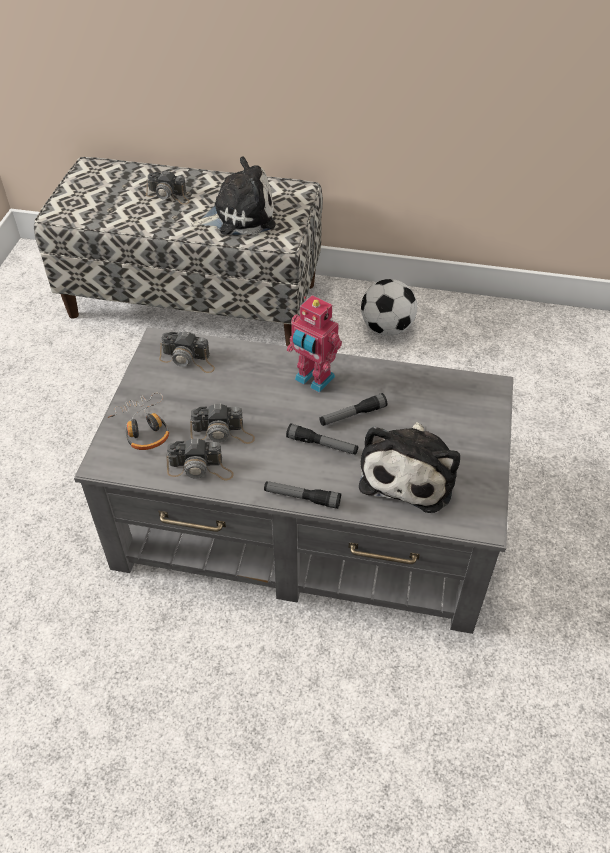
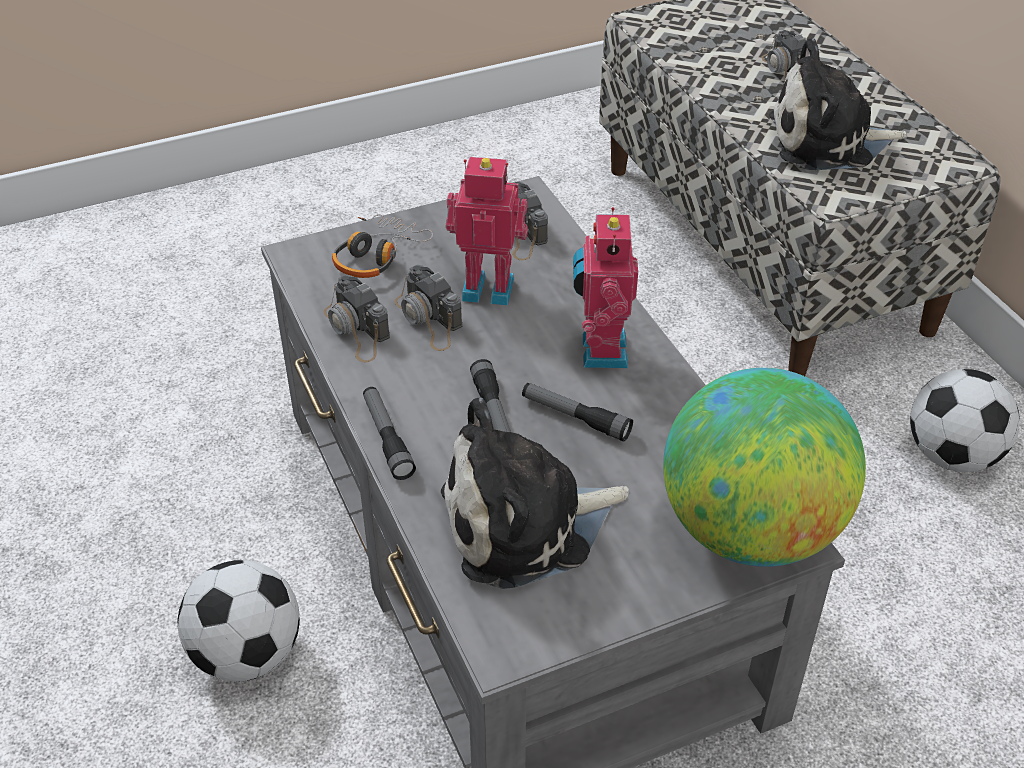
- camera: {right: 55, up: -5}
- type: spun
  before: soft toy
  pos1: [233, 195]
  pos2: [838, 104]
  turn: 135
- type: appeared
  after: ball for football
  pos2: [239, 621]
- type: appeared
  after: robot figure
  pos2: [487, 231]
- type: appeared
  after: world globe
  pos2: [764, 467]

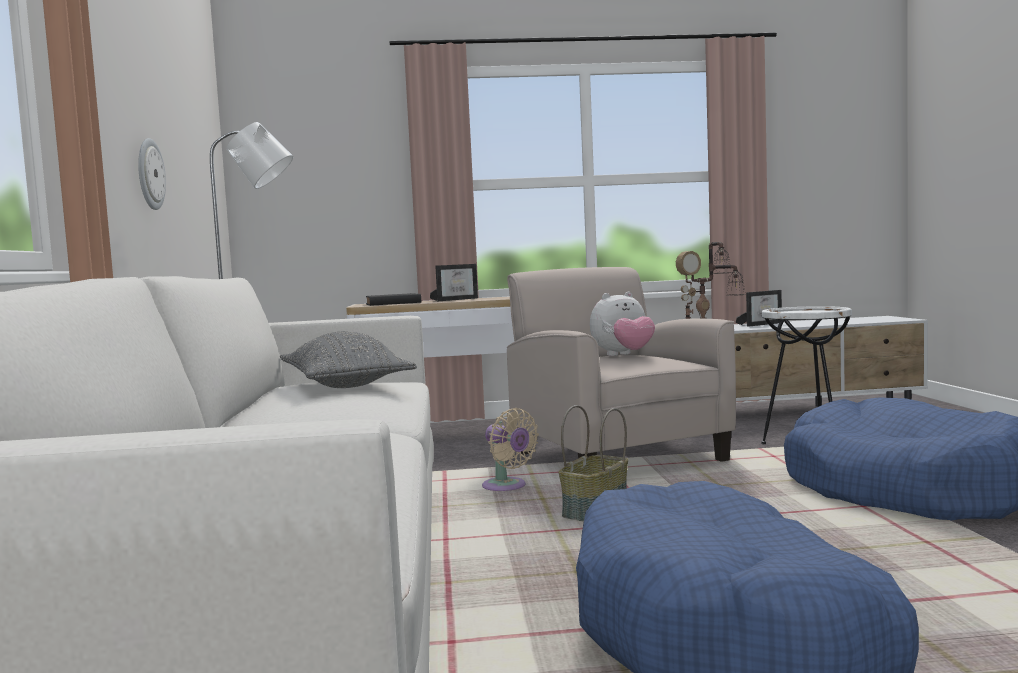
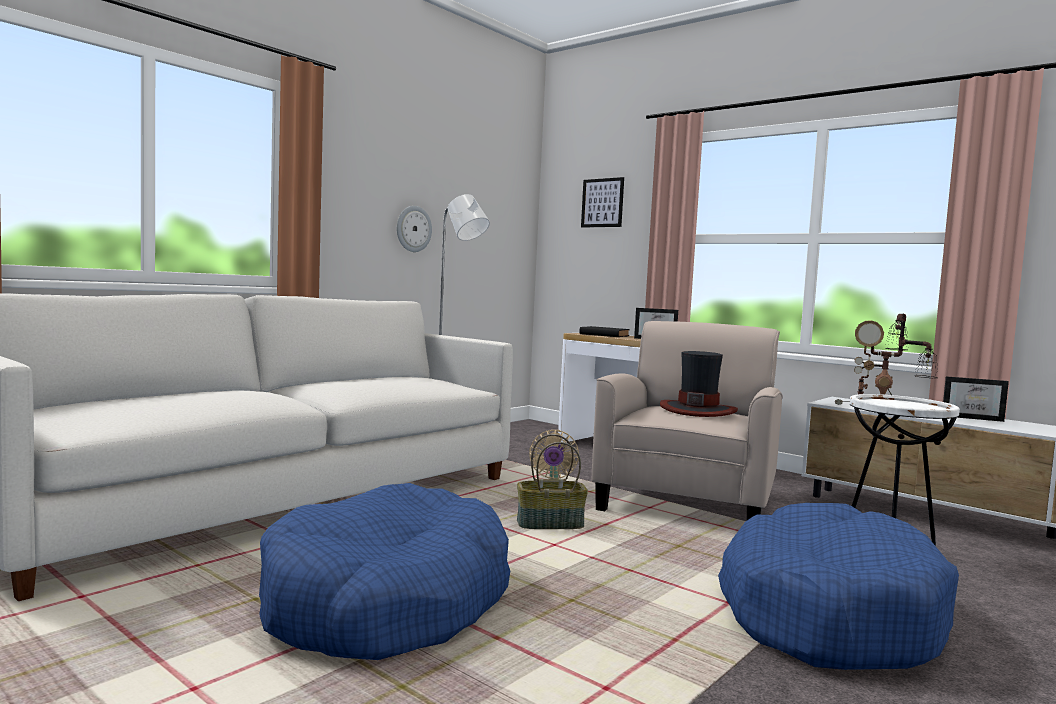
- camera: {right: 45, up: 0}
- type: missing
  before: cushion (greyish)
  pos1: [348, 360]
- type: exchanged
  before: soft toy
  after: wearable hat
  pos1: [622, 324]
  pos2: [699, 384]
- type: appeared
  after: wall art
  pos2: [602, 202]

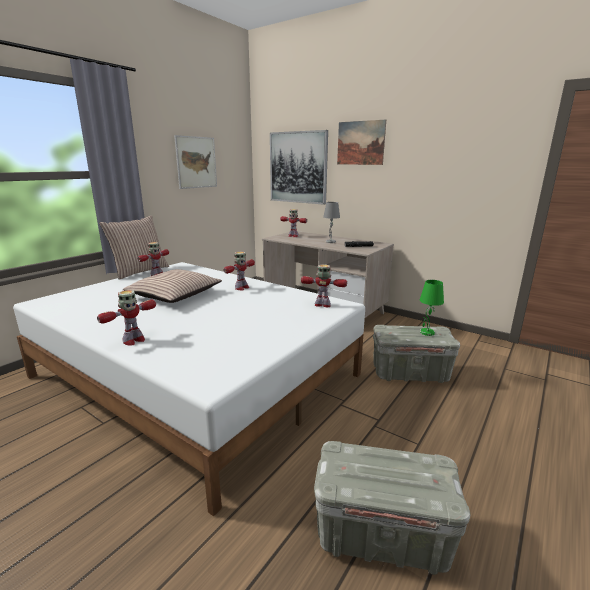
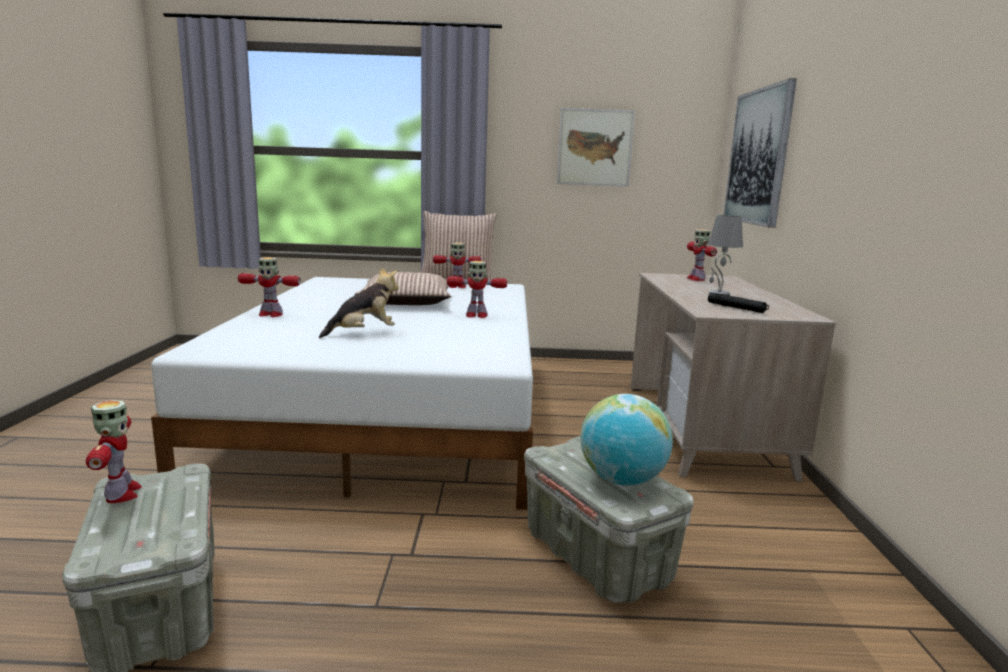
- camera: {right: 55, up: -5}
- type: relocated
  before: robot figure
  pos1: [324, 285]
  pos2: [114, 451]
- type: missing
  before: wall art
  pos1: [361, 142]
- type: exchanged
  before: table lamp (greenish)
  after: world globe
  pos1: [431, 308]
  pos2: [626, 440]
- type: appeared
  after: soft toy
  pos2: [359, 302]

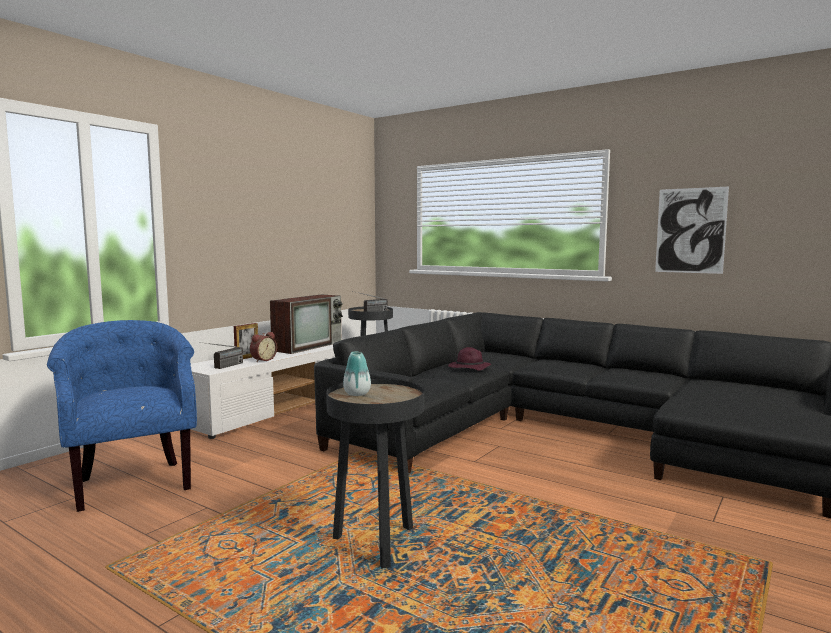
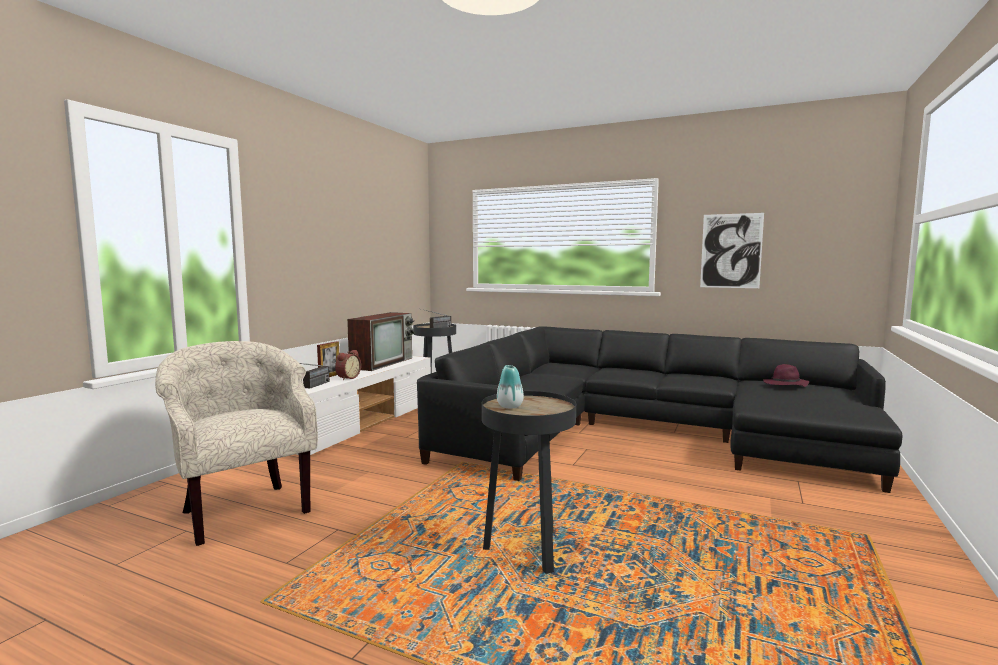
- camera: {right: -10, up: 0}
- type: colour
  before: lounge chair (blue)
  after: lounge chair (beige)
  pos1: [122, 416]
  pos2: [236, 443]
- type: relocated
  before: wearable hat (purplish)
  pos1: [469, 359]
  pos2: [786, 375]

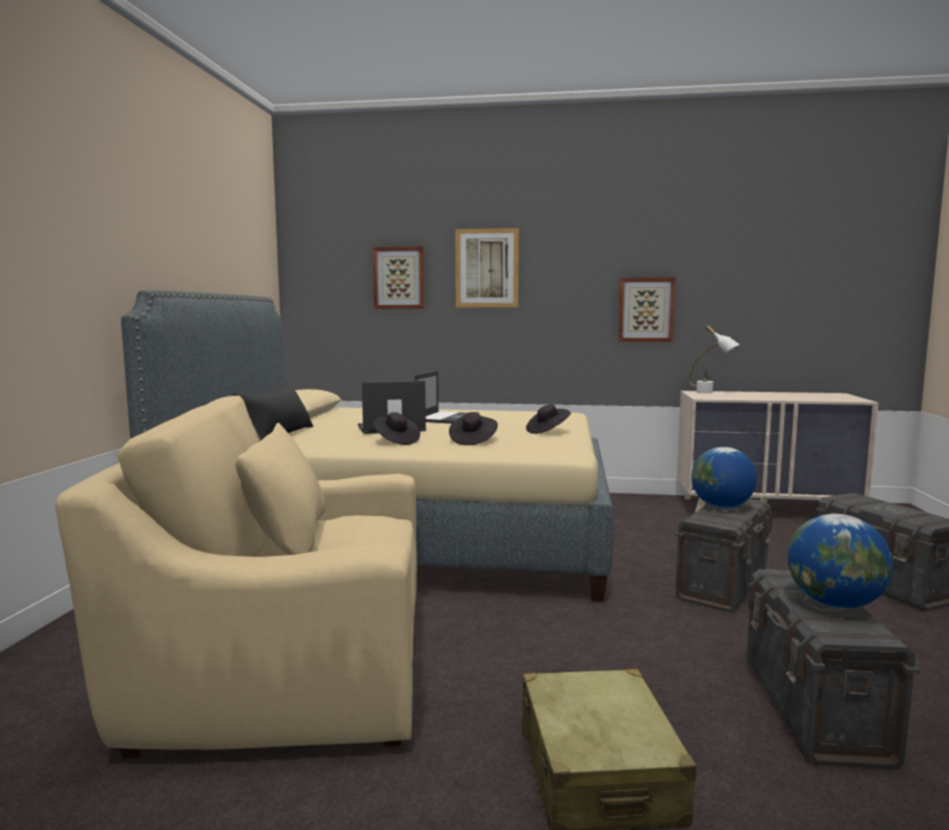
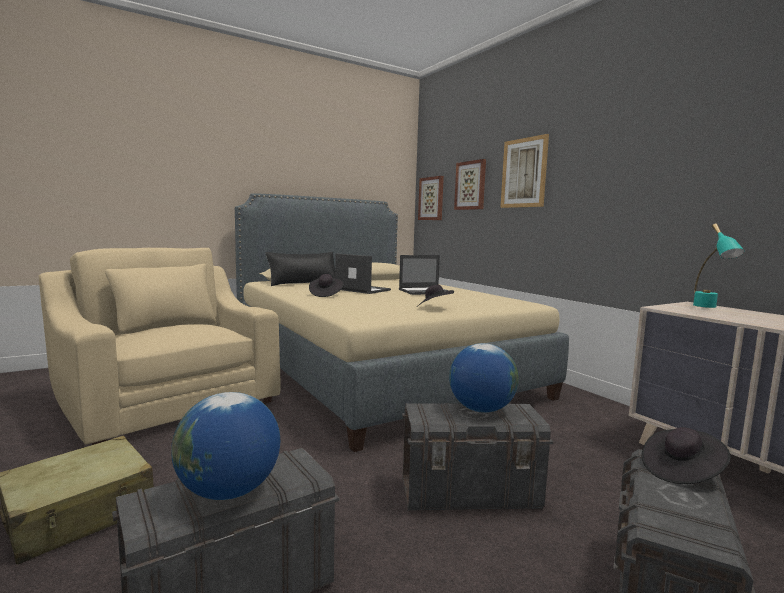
- camera: {right: 50, up: 0}
- type: relocated
  before: wearable hat (black)
  pos1: [473, 428]
  pos2: [686, 455]
- type: relocated
  before: wall art
  pos1: [647, 309]
  pos2: [431, 198]
- type: colour
  before: table lamp (whitish)
  after: table lamp (turquoise-coloured)
  pos1: [715, 359]
  pos2: [719, 265]

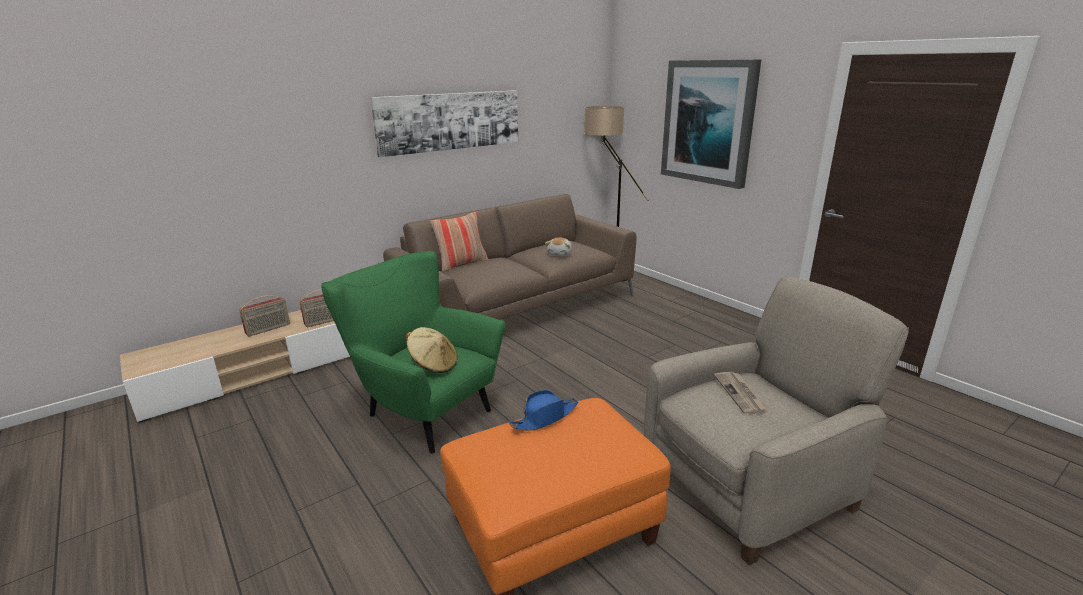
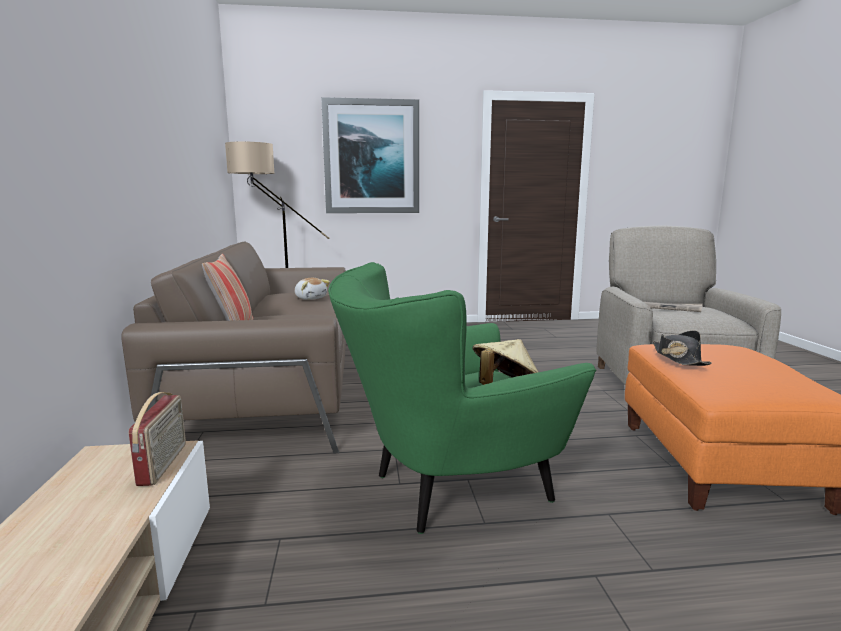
- camera: {right: -60, up: -10}
- type: missing
  before: radio receiver
  pos1: [264, 315]
- type: missing
  before: wall art
  pos1: [444, 123]
- type: colour
  before: wearable hat (blue)
  after: wearable hat (black)
  pos1: [543, 410]
  pos2: [682, 348]

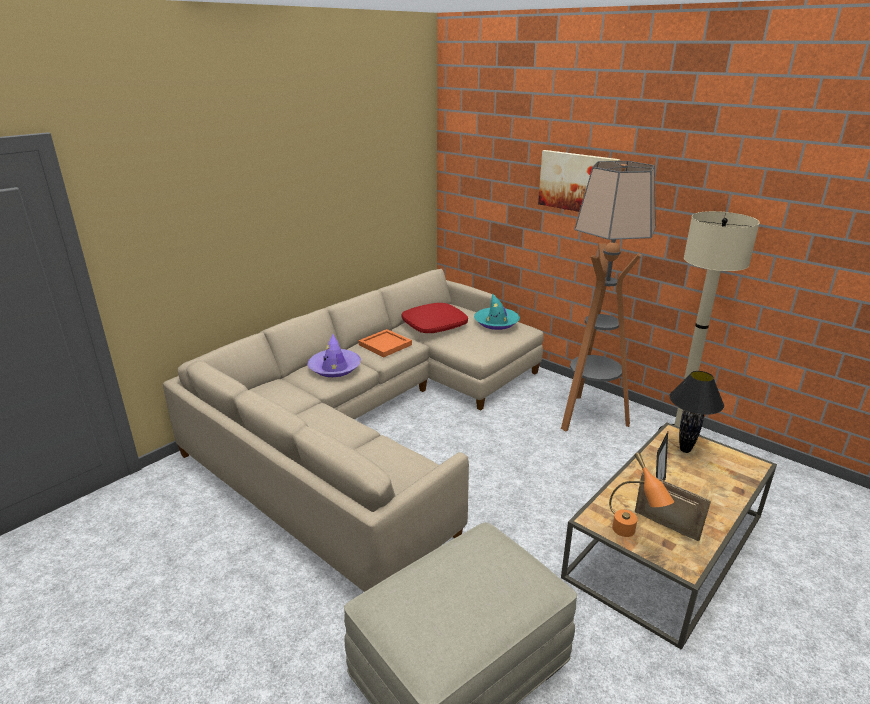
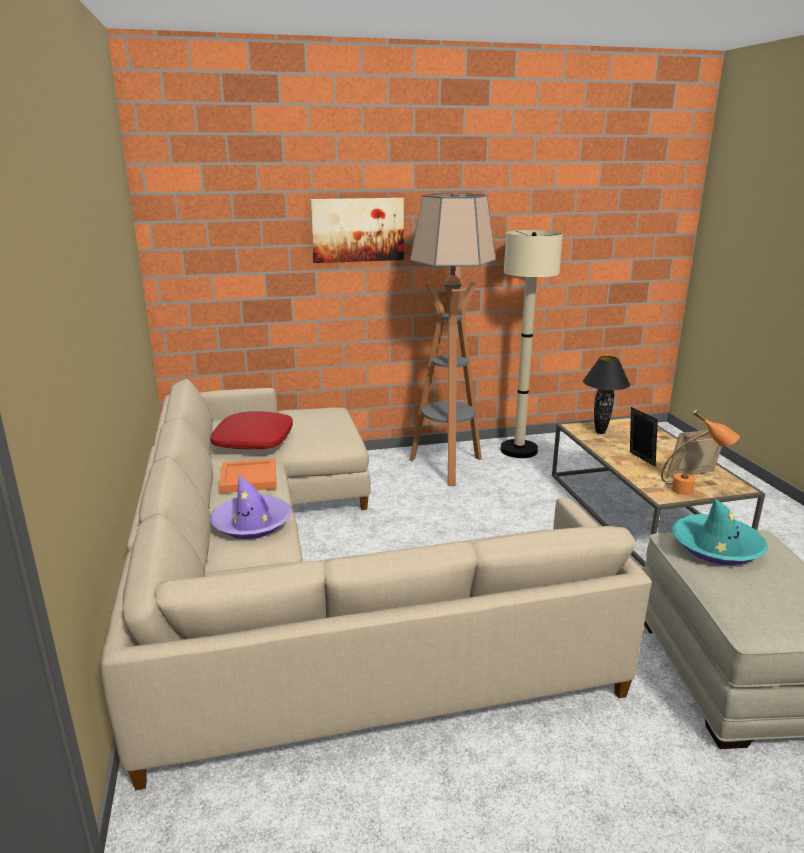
- camera: {right: -55, up: -5}
- type: relocated
  before: wearable hat (turquoise-coloured)
  pos1: [497, 312]
  pos2: [720, 532]

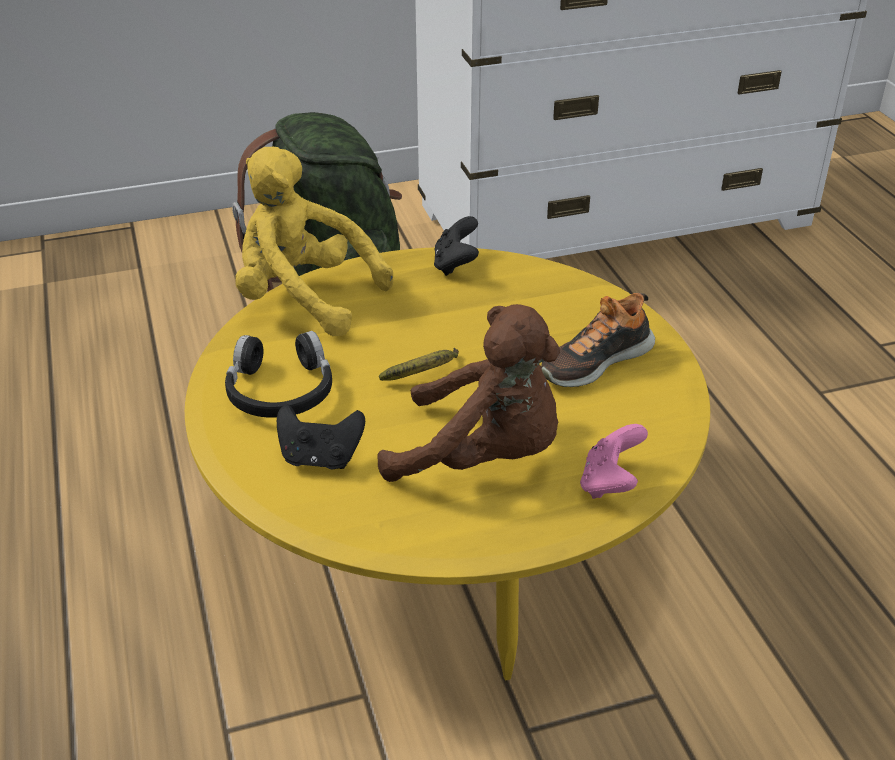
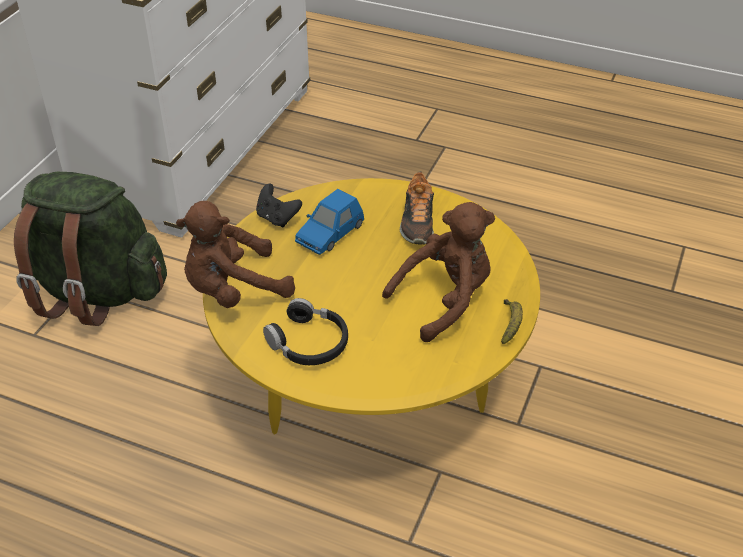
- camera: {right: -50, up: 5}
- type: colour
  before: soft toy (yellow)
  after: soft toy (brown)
  pos1: [314, 241]
  pos2: [235, 254]
- type: missing
  before: joypad (black)
  pos1: [321, 436]
- type: relocated
  before: whole banana
  pos1: [419, 364]
  pos2: [512, 321]
- type: missing
  before: joypad (pink)
  pos1: [614, 461]
- type: appeared
  after: toy car (blue)
  pos2: [329, 222]

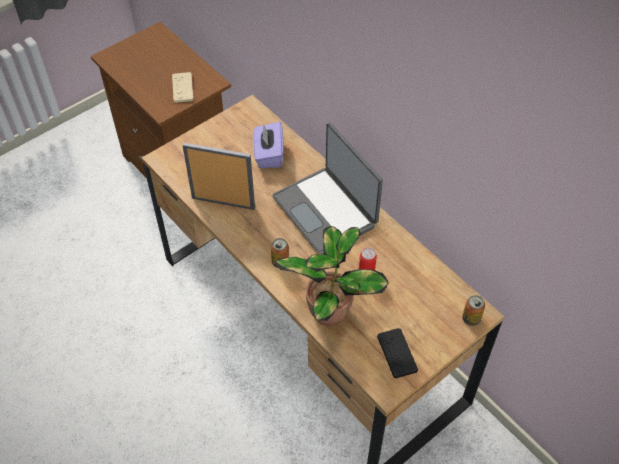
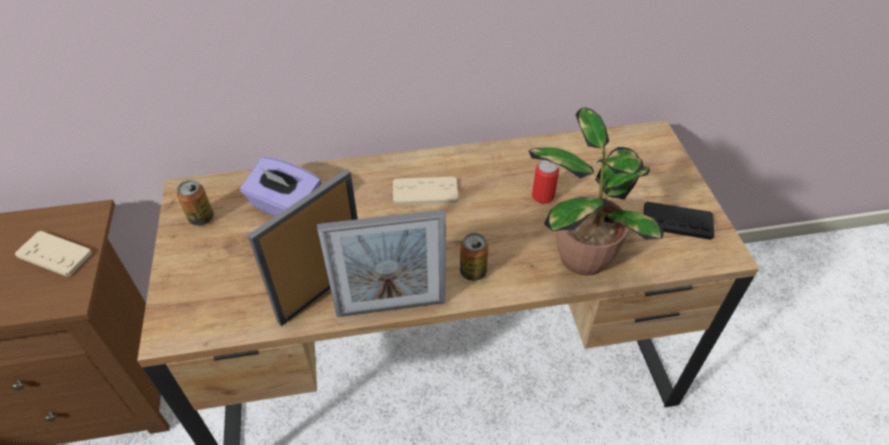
- camera: {right: -60, up: -5}
- type: exchanged
  before: portable computer
  after: joypad (beige)
  pos1: [327, 188]
  pos2: [425, 191]
- type: relocated
  before: sealed can
  pos1: [473, 310]
  pos2: [195, 203]
- type: appeared
  after: photo frame
  pos2: [381, 263]

